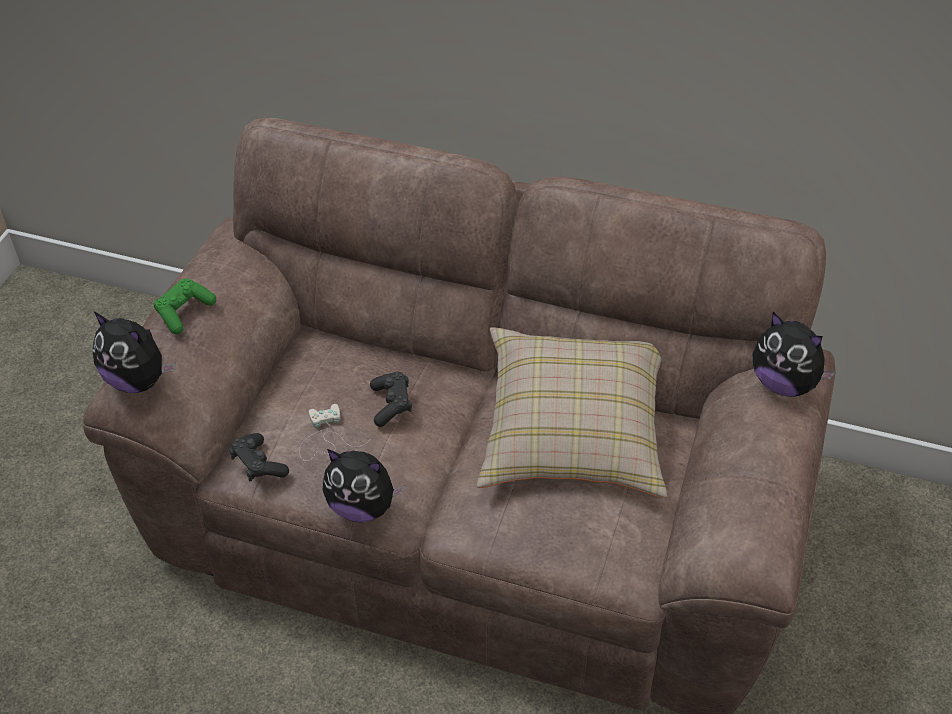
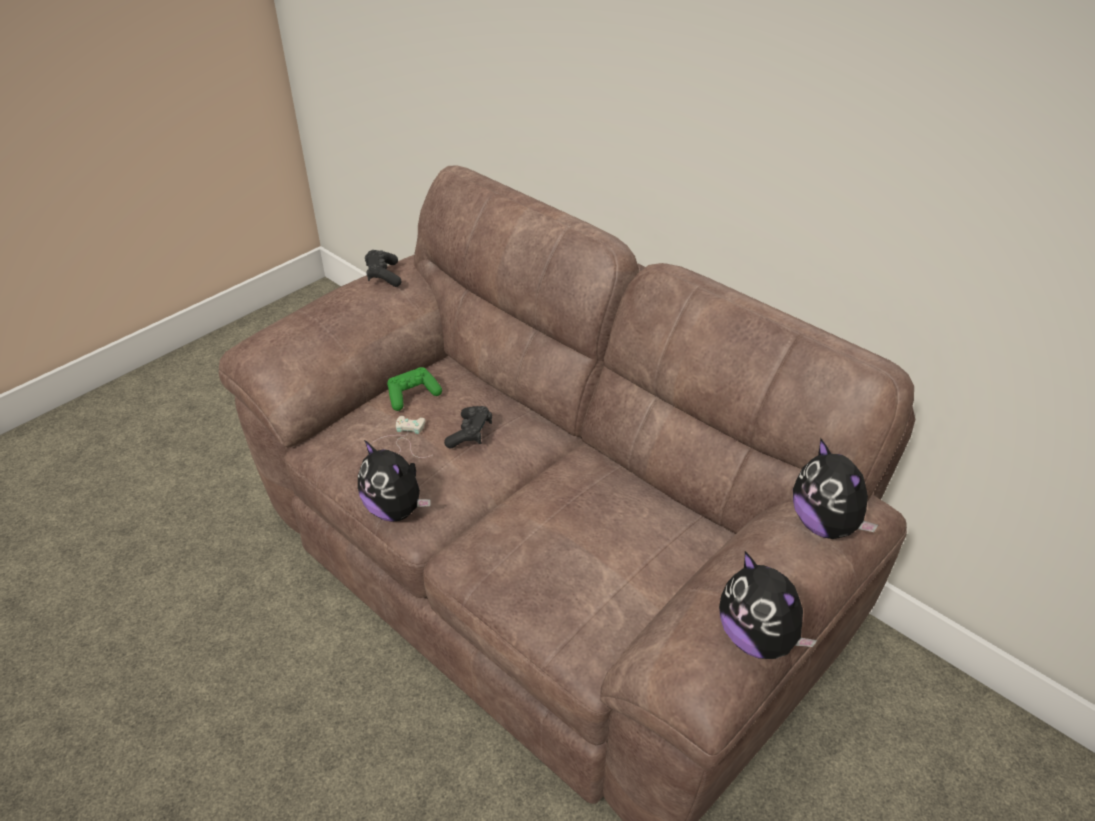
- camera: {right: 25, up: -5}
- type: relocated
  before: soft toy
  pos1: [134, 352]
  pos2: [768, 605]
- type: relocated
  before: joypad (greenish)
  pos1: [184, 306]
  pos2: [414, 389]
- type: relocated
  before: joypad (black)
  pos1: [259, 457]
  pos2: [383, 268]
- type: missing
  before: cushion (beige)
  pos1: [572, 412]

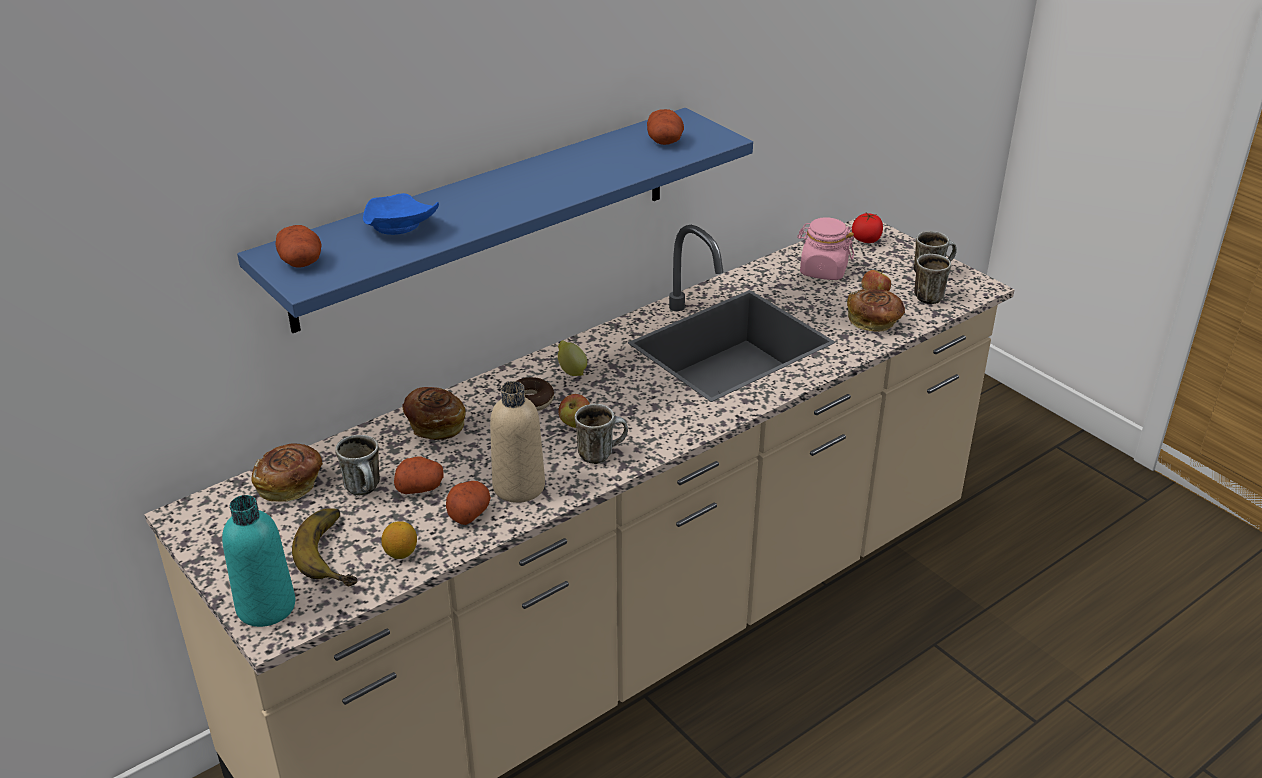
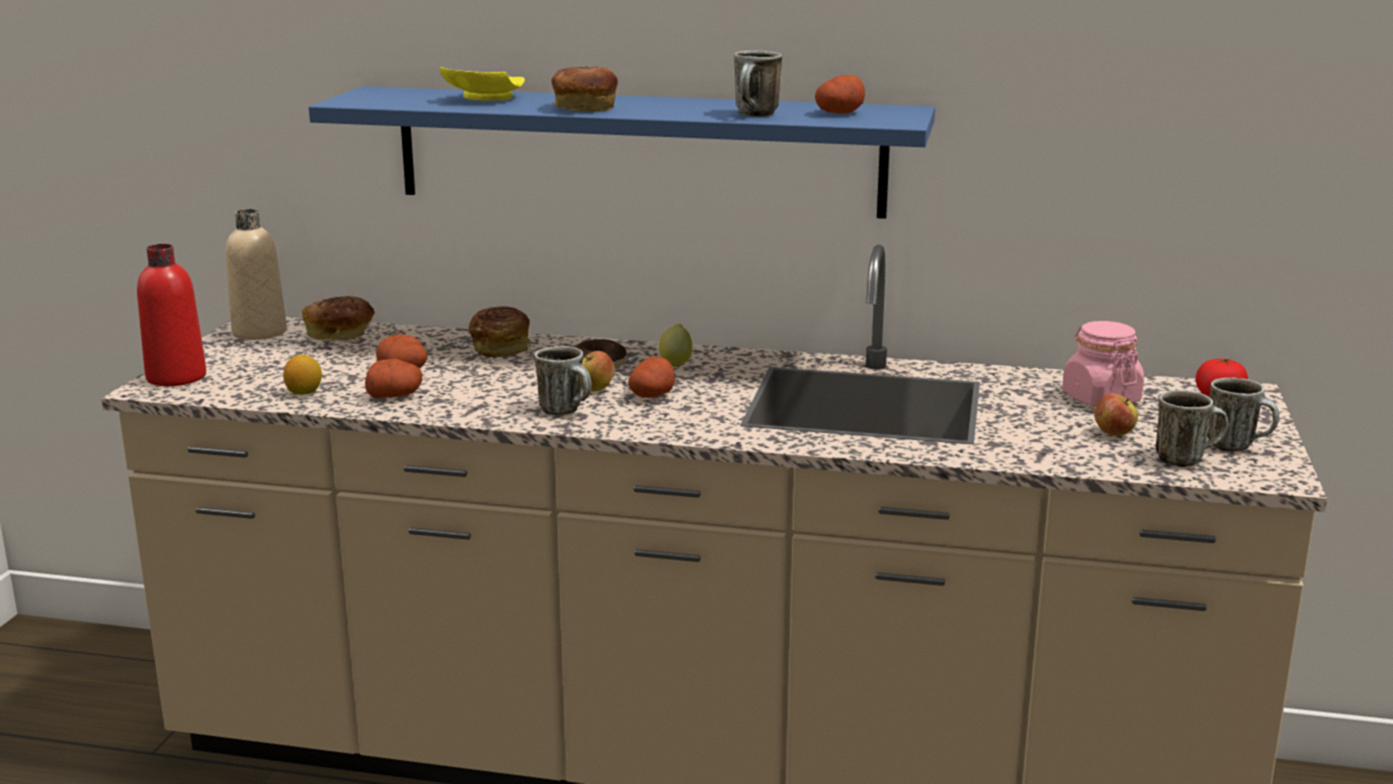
- camera: {right: 50, up: -15}
- type: colour
  before: beverage bottle (turquoise-coloured)
  after: beverage bottle (red)
  pos1: [258, 561]
  pos2: [171, 315]
- type: relocated
  before: potato
  pos1: [298, 246]
  pos2: [651, 377]
- type: missing
  before: whole banana
  pos1: [324, 547]
- type: relocated
  before: mug
  pos1: [357, 465]
  pos2: [758, 84]
- type: colour
  before: dinner plate (blue)
  after: dinner plate (yellow)
  pos1: [401, 214]
  pos2: [482, 84]
- type: relocated
  before: beverage bottle (beige)
  pos1: [517, 442]
  pos2: [256, 274]
- type: relocated
  before: bakery bread
  pos1: [876, 310]
  pos2: [584, 89]

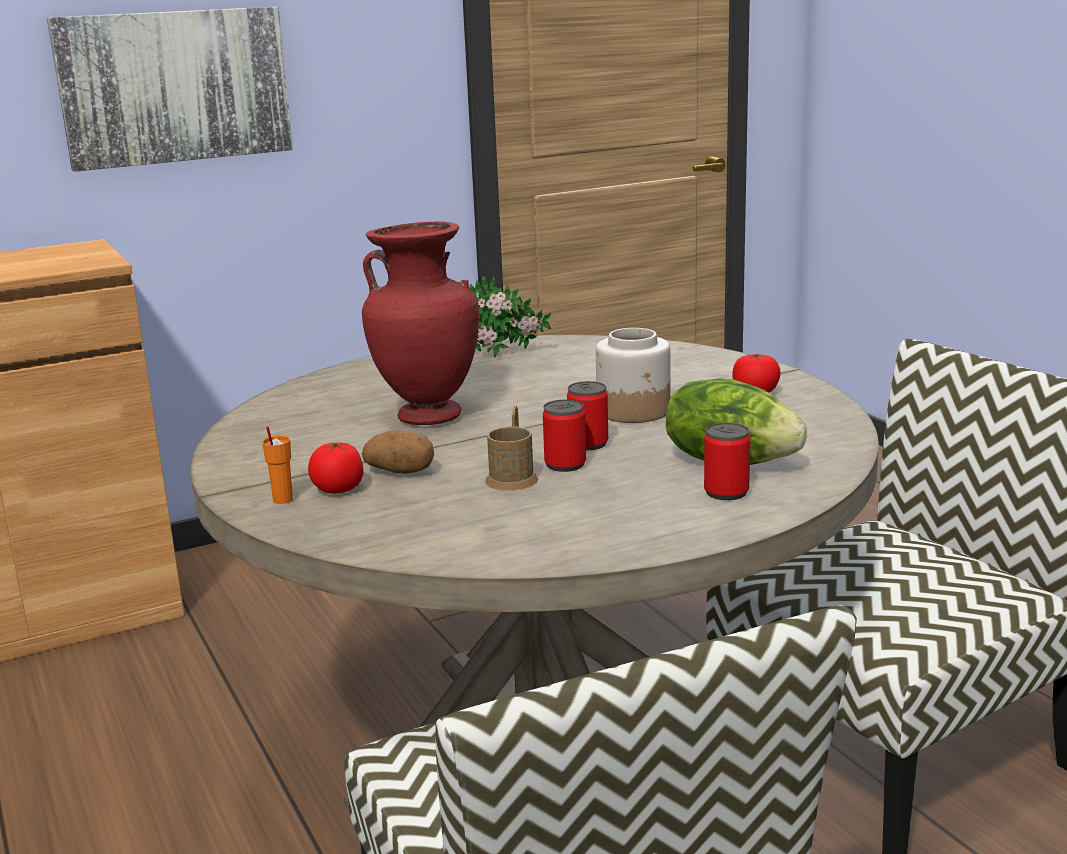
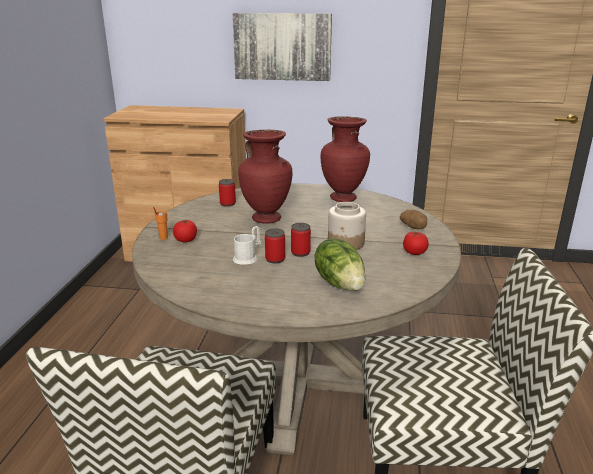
- camera: {right: 35, up: 5}
- type: relocated
  before: potato
  pos1: [398, 452]
  pos2: [413, 219]
- type: exchanged
  before: potted plant
  after: vase (red)
  pos1: [510, 316]
  pos2: [345, 159]
- type: colour
  before: mug (brown)
  after: mug (whitish)
  pos1: [511, 448]
  pos2: [247, 245]
- type: relocated
  before: sealed can
  pos1: [727, 461]
  pos2: [227, 193]

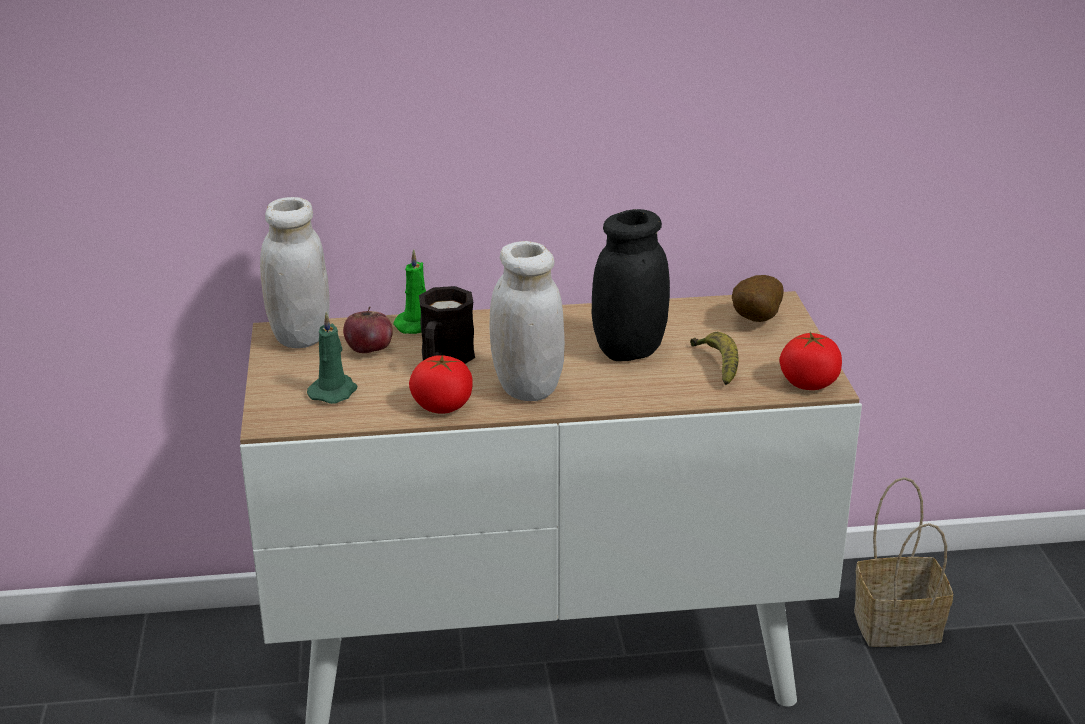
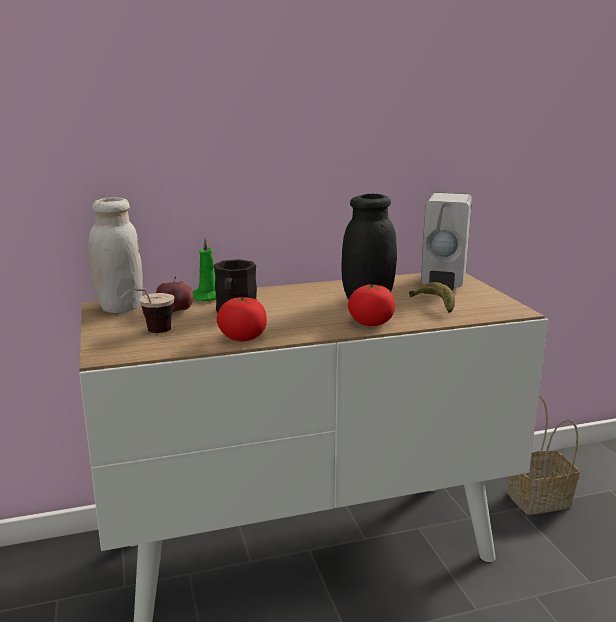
- camera: {right: -10, up: -10}
- type: exchanged
  before: candle (greenish)
  after: cup
  pos1: [332, 358]
  pos2: [155, 311]
- type: missing
  before: jar (whitish)
  pos1: [527, 321]
- type: exchanged
  before: potato
  after: liquid soap bottle (whitish)
  pos1: [758, 298]
  pos2: [446, 241]
- type: relocated
  before: whole tomato
  pos1: [811, 361]
  pos2: [371, 305]

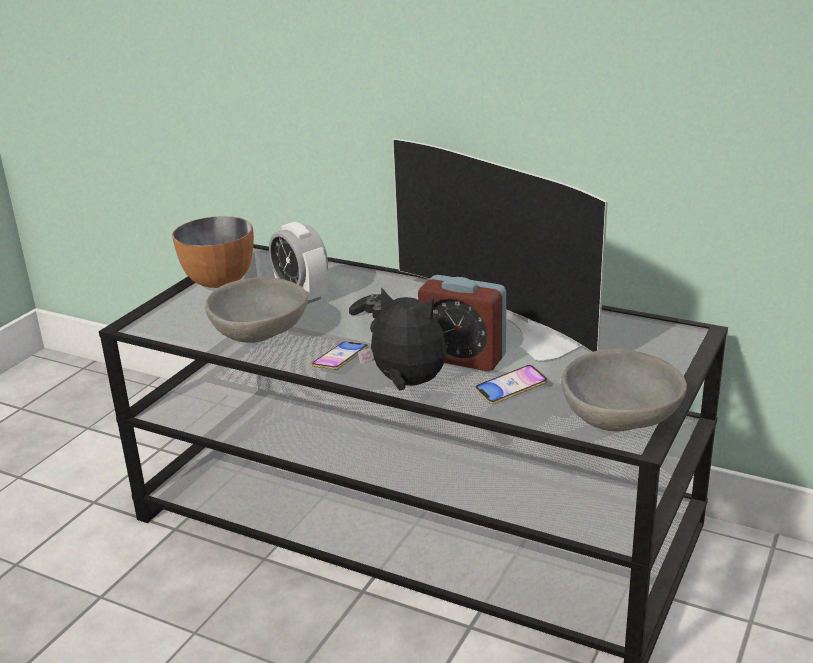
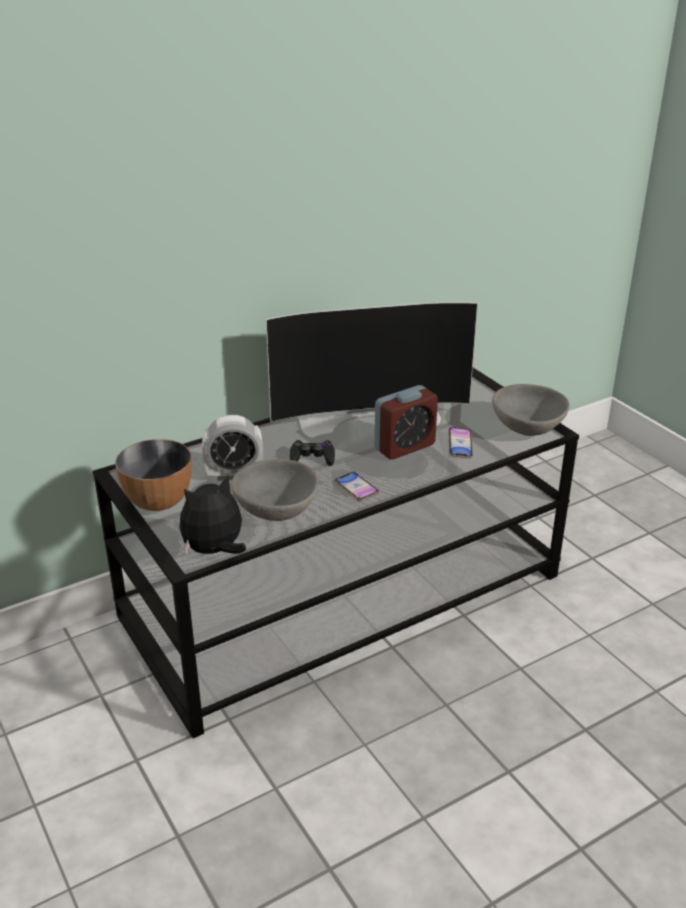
- camera: {right: -60, up: 5}
- type: relocated
  before: soft toy
  pos1: [402, 339]
  pos2: [212, 515]

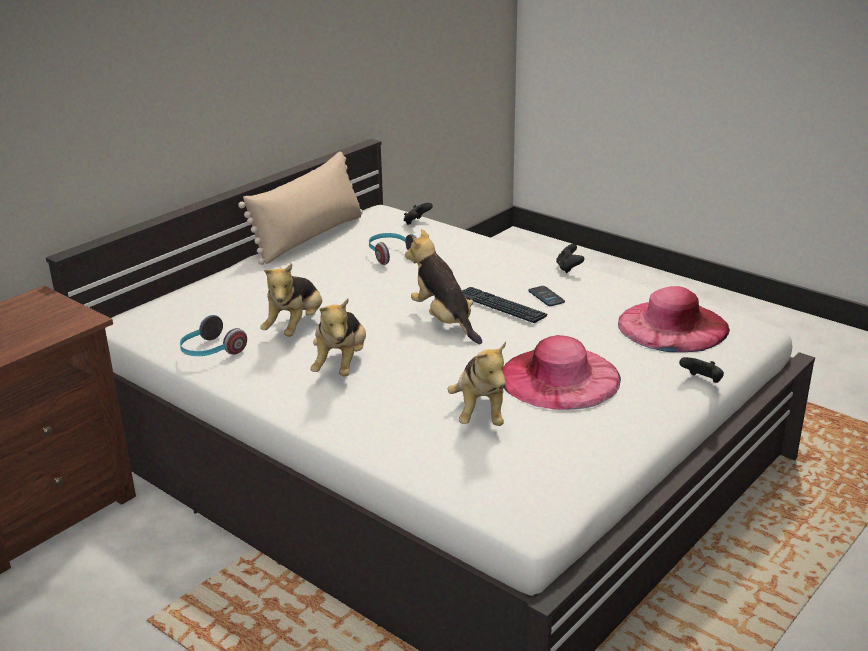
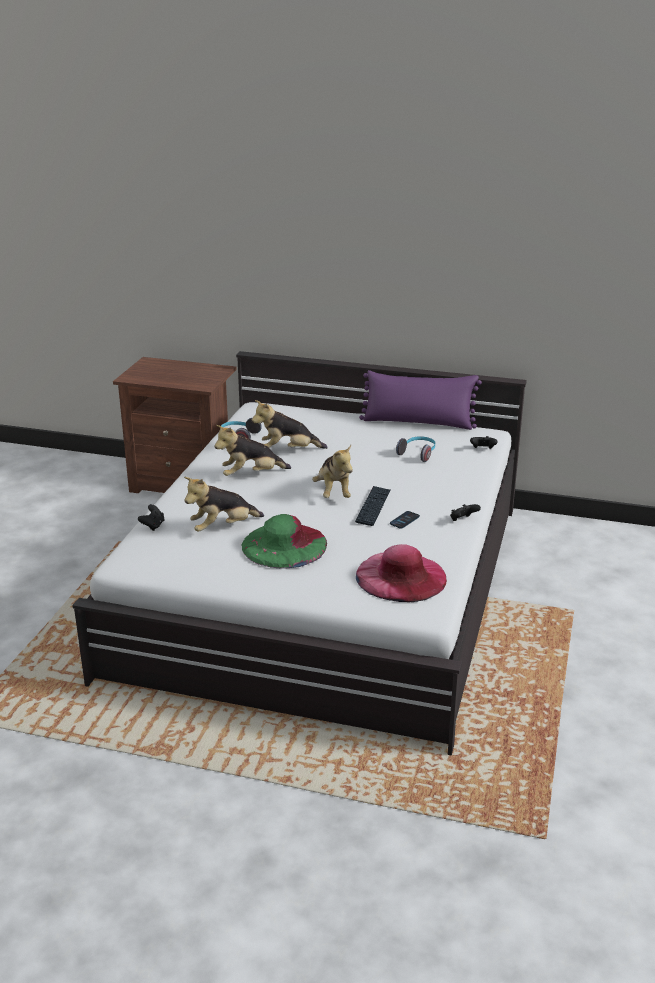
- camera: {right: 65, up: 0}
- type: colour
  before: cushion (beige)
  after: cushion (purplish)
  pos1: [300, 208]
  pos2: [420, 400]
- type: spun
  before: soft toy
  pos1: [443, 286]
  pos2: [332, 471]
  turn: 135
- type: colour
  before: wearable hat (pink)
  after: wearable hat (greenish)
  pos1: [561, 372]
  pos2: [284, 541]
- type: relocated
  before: joypad (black)
  pos1: [701, 370]
  pos2: [151, 517]

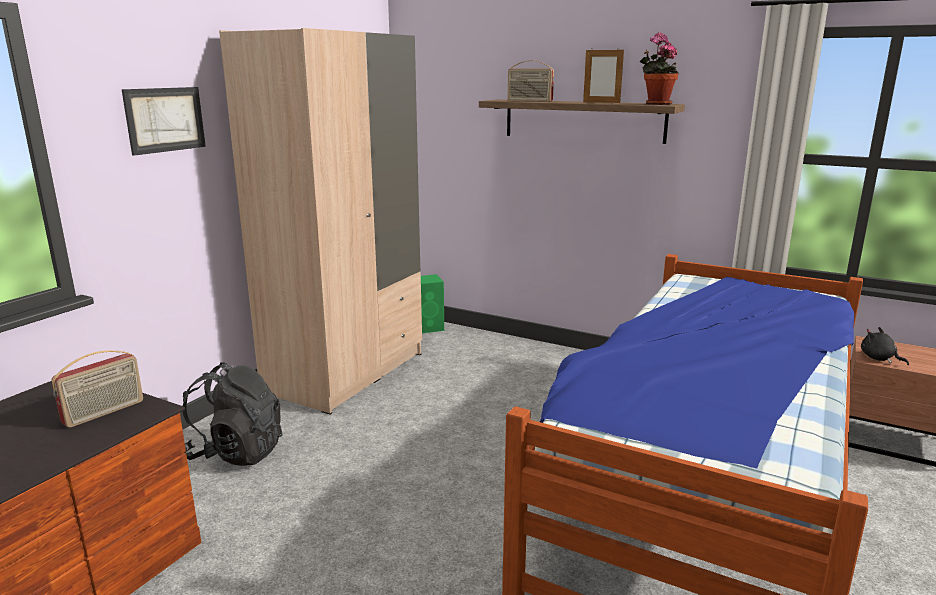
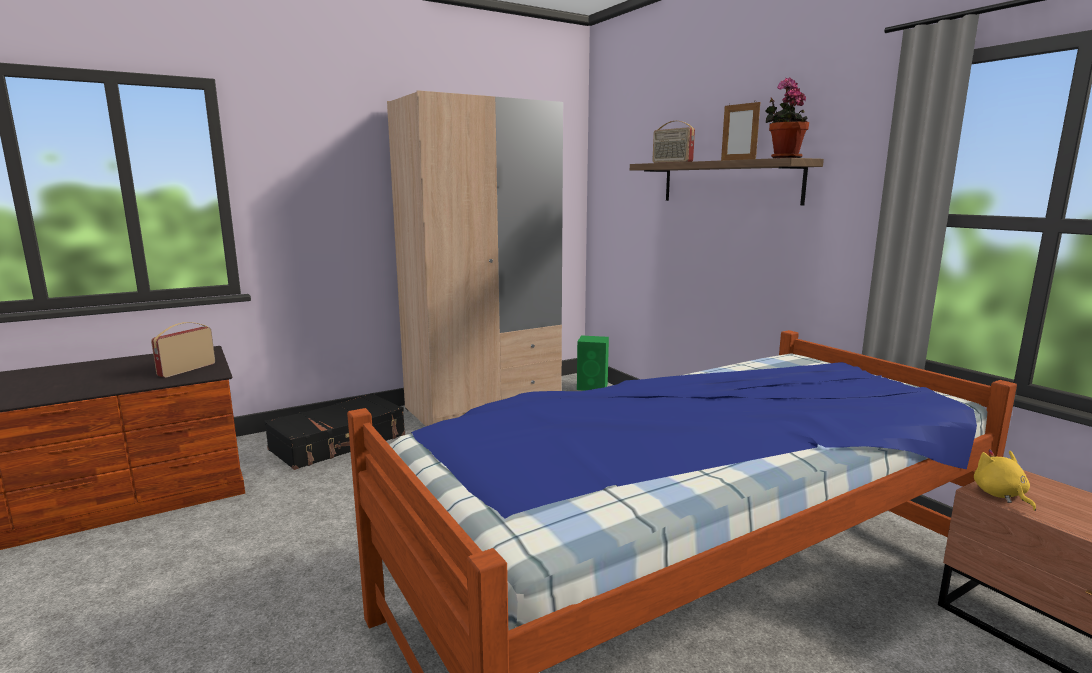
- camera: {right: 30, up: -5}
- type: spun
  before: radio receiver
  pos1: [97, 389]
  pos2: [183, 350]
  turn: 135
- type: missing
  before: wall art
  pos1: [163, 121]
- type: exchanged
  before: knapsack (black)
  after: travel case (black)
  pos1: [233, 414]
  pos2: [334, 431]
- type: colour
  before: soft toy (black)
  after: soft toy (yellow)
  pos1: [885, 346]
  pos2: [1005, 480]

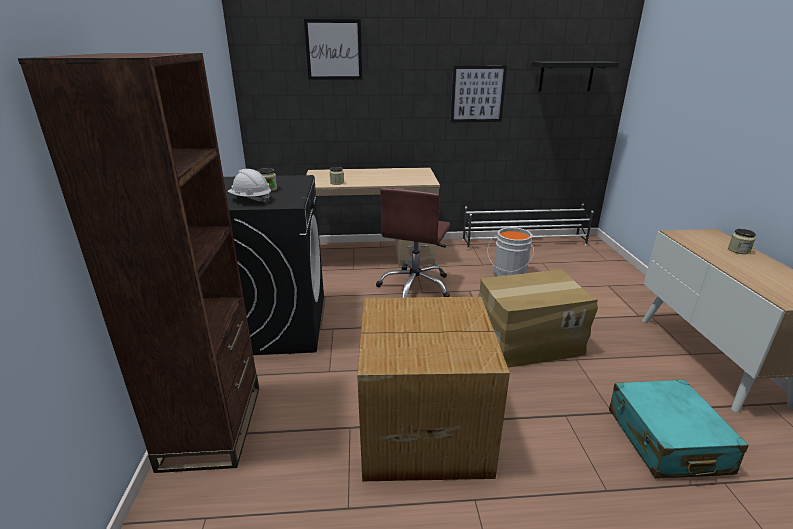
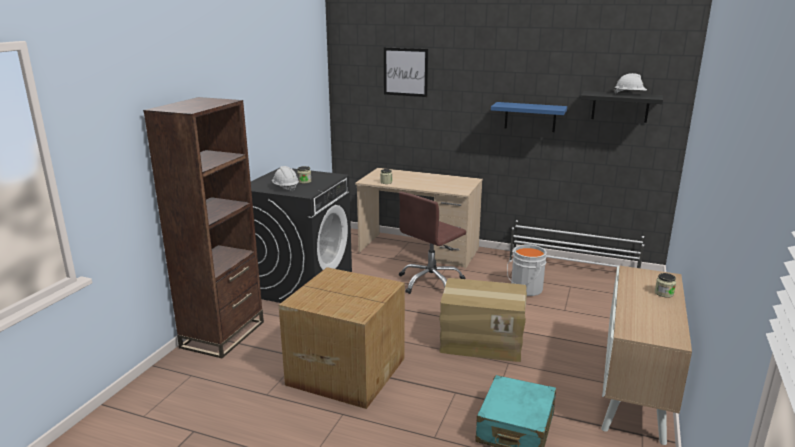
- camera: {right: 25, up: -5}
- type: exchanged
  before: wall art
  after: bracket shelf (blue)
  pos1: [478, 94]
  pos2: [529, 117]
- type: appeared
  after: work helmet (whitish)
  pos2: [630, 83]

